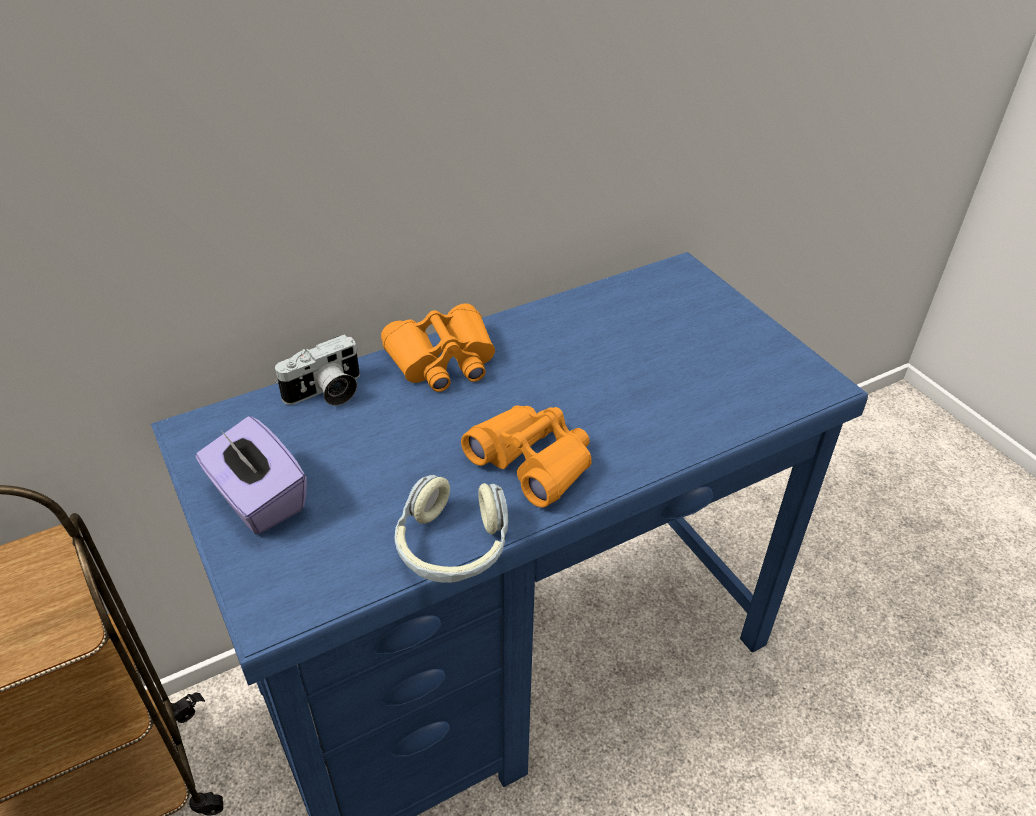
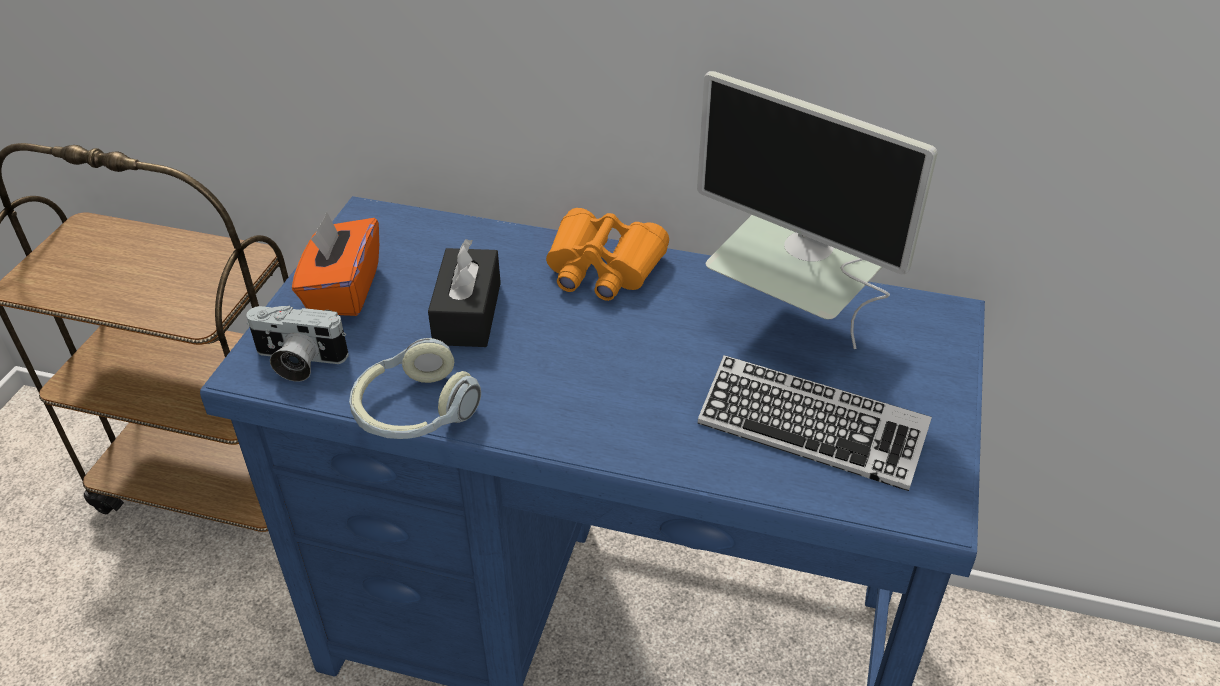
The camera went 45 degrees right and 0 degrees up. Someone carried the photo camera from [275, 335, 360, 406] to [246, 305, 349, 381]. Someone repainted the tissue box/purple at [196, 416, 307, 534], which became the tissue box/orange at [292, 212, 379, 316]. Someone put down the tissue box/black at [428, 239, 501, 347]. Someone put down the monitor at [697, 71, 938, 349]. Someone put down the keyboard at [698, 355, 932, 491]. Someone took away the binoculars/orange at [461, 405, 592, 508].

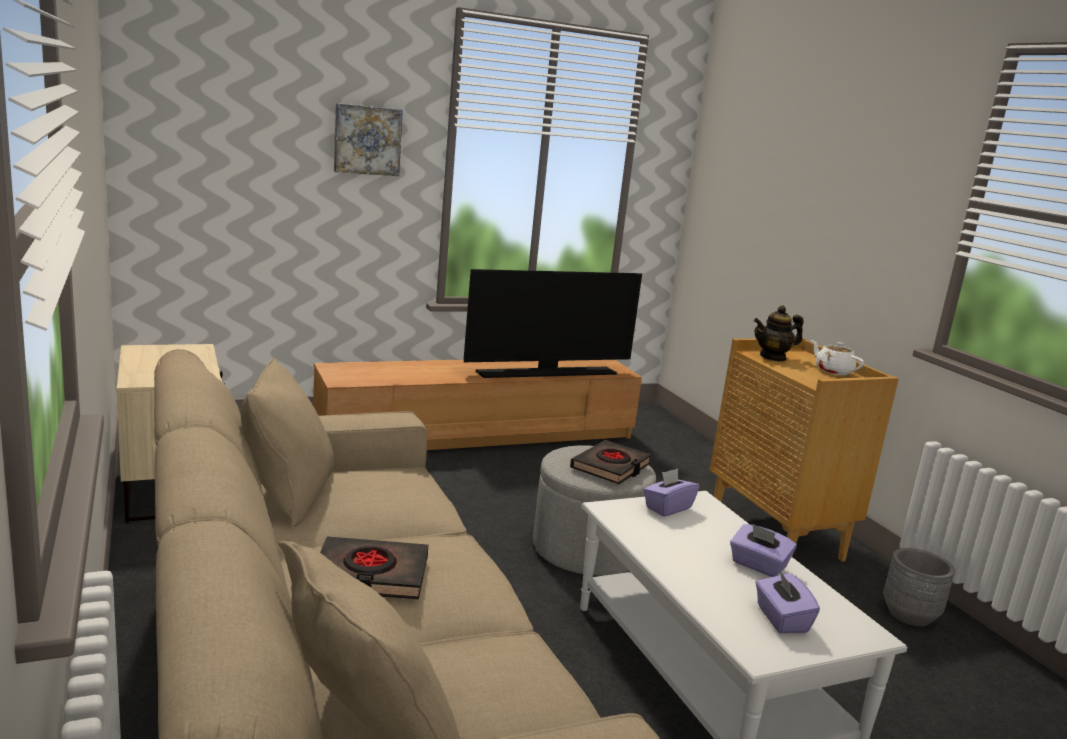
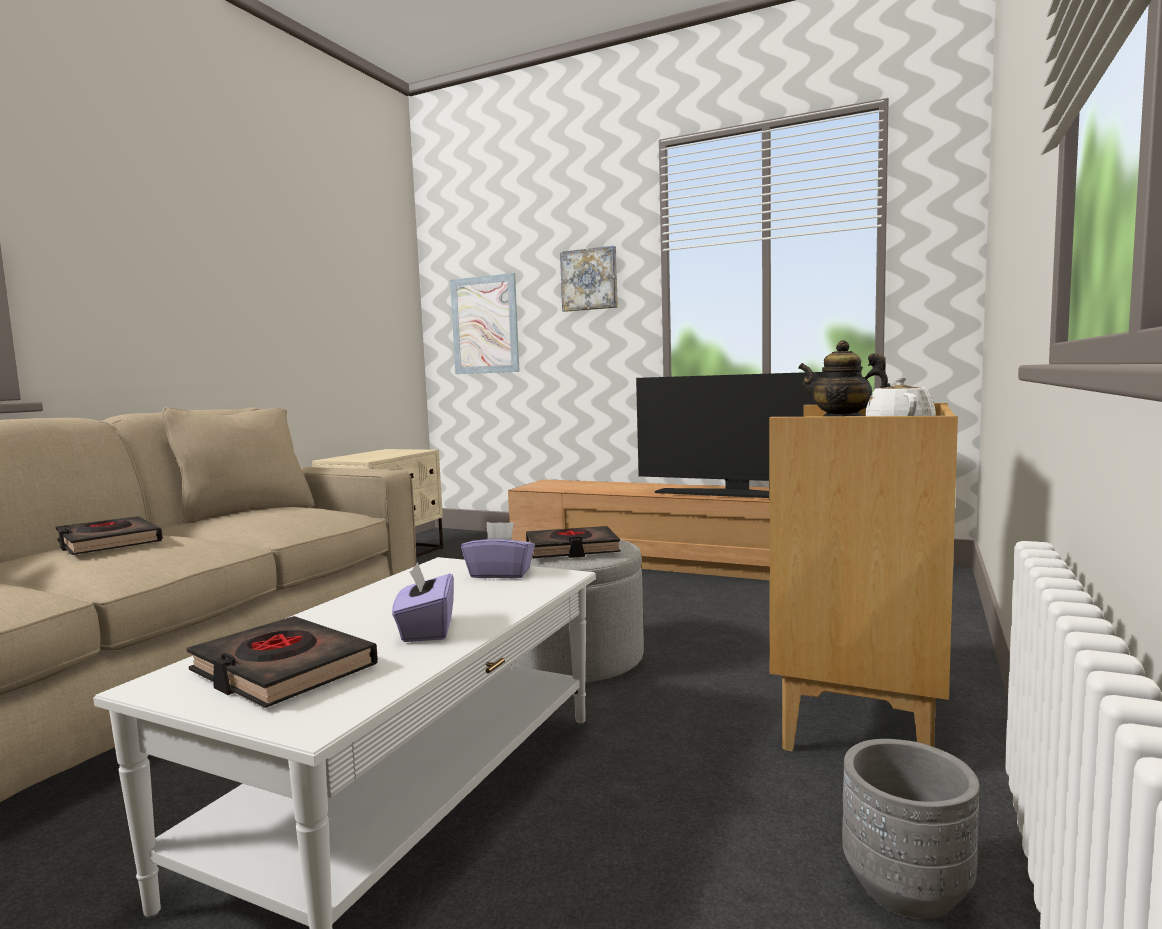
The camera went 50 degrees right and 10 degrees down. Someone swapped the tissue box/purple at [756, 569, 820, 633] for the book/black at [187, 616, 378, 708]. Someone put up the picture at [450, 273, 520, 374].

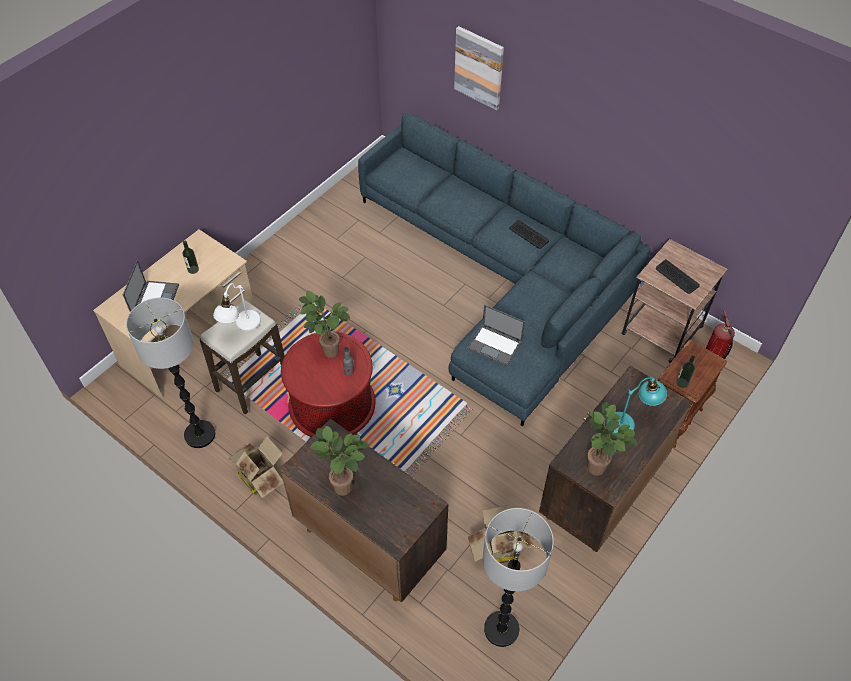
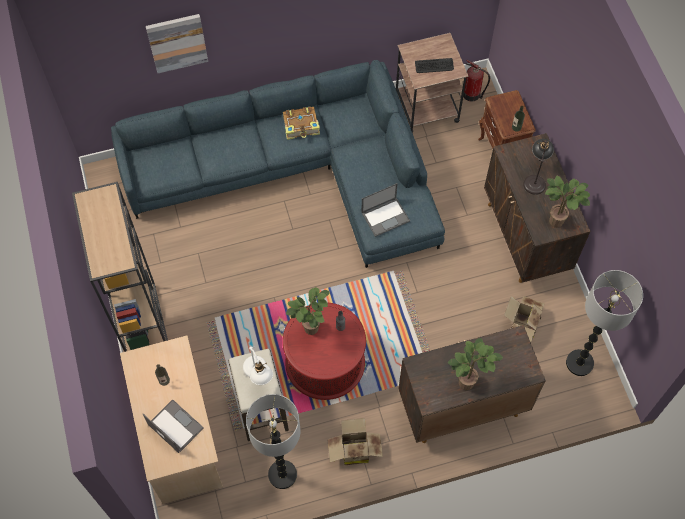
The camera went 55 degrees left and 10 degrees up. Someone put down the bookcase at [72, 182, 168, 352]. Someone swapped the keyboard at [509, 220, 549, 249] for the book at [283, 106, 320, 140]. Someone repainted the table lamp/turquoise at [606, 375, 667, 436], which became the table lamp/grey at [523, 139, 554, 195].

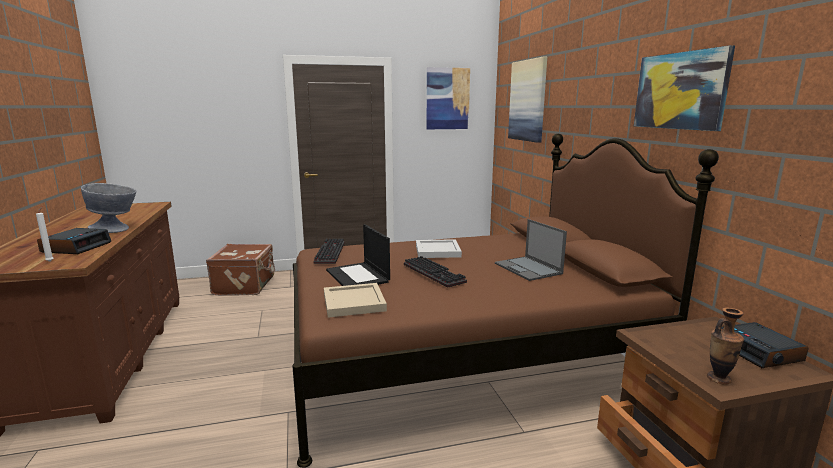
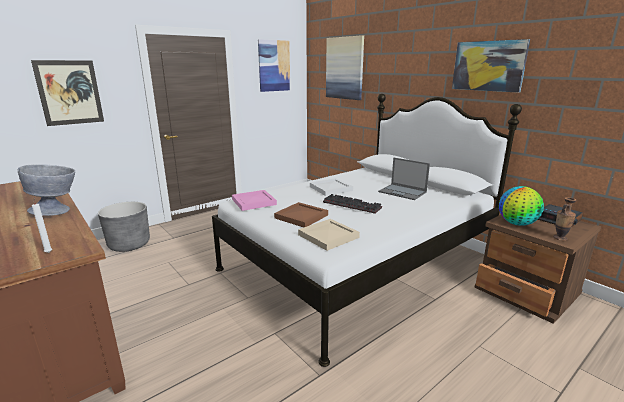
The camera went 25 degrees left and 5 degrees up. Someone put up the picture at [31, 60, 104, 126]. Someone swapped the suitcase/brown at [206, 244, 275, 296] for the planter/grey at [98, 202, 150, 252]. Someone repainted the bed/brown at [292, 134, 719, 468], which became the bed/white at [212, 94, 522, 367]. Someone swapped the keyboard at [314, 239, 345, 264] for the tray/pink at [232, 190, 277, 211]. Someone swapped the laptop at [326, 224, 390, 286] for the tray/brown at [274, 202, 328, 227]. Someone put down the globe at [499, 186, 544, 226]. Someone took away the alarm clock at [37, 228, 111, 254].

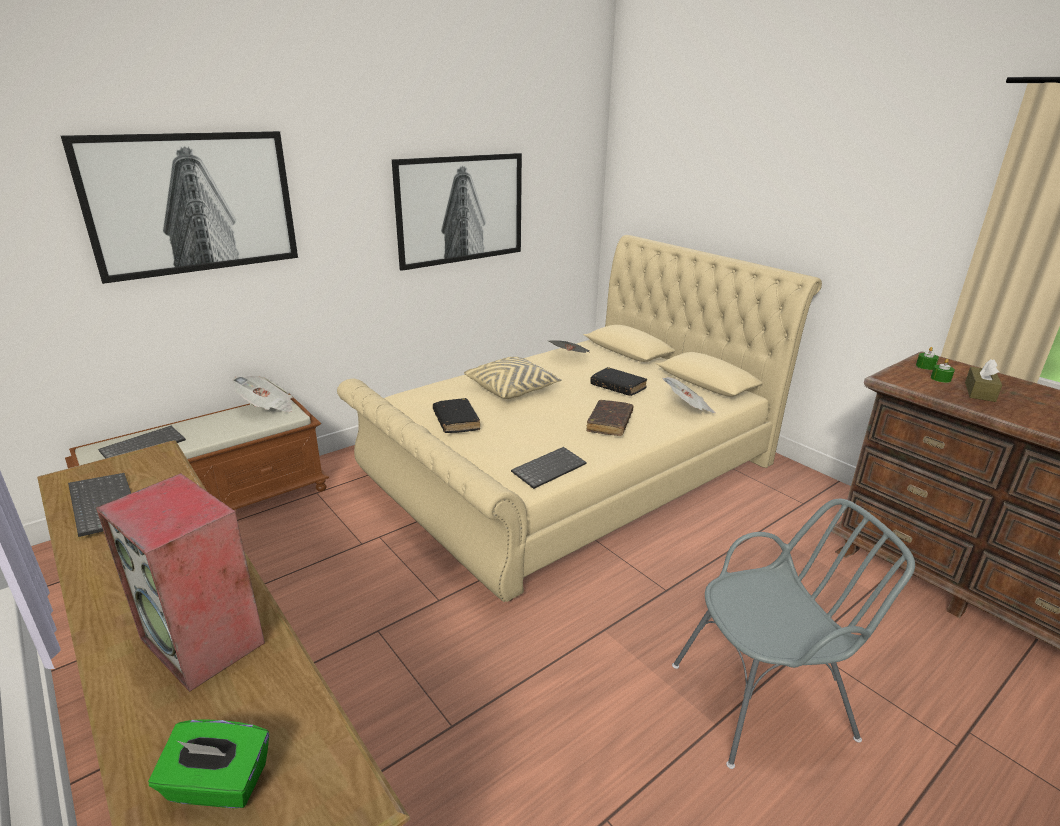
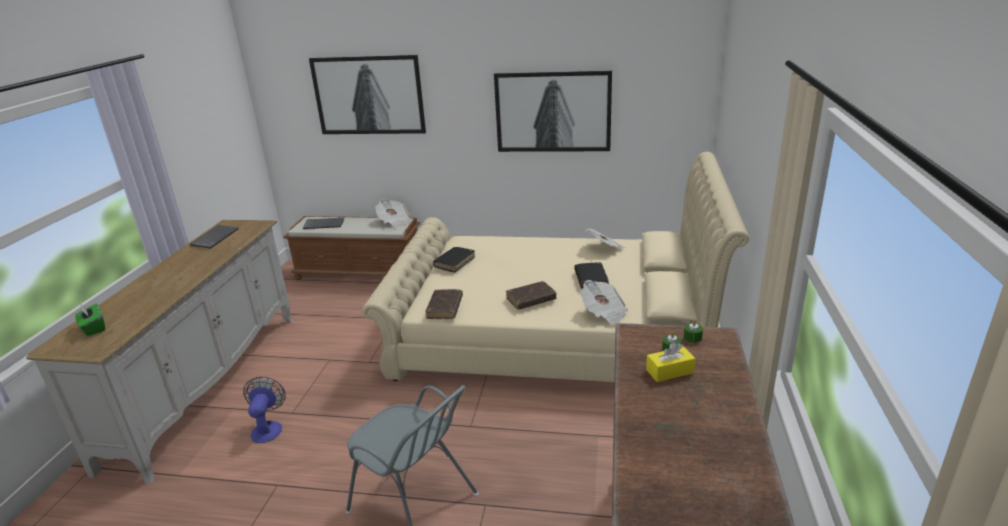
The camera went 50 degrees right and 0 degrees up. Someone put down the fan at [243, 377, 286, 443]. Someone swapped the keyboard at [511, 447, 587, 489] for the book/brown at [425, 289, 463, 319]. Someone repainted the tissue box/brown at [965, 359, 1002, 402], which became the tissue box/yellow at [646, 342, 696, 382]. Someone took away the speaker at [96, 473, 265, 692]. Someone took away the pillow/beige at [464, 357, 562, 399].

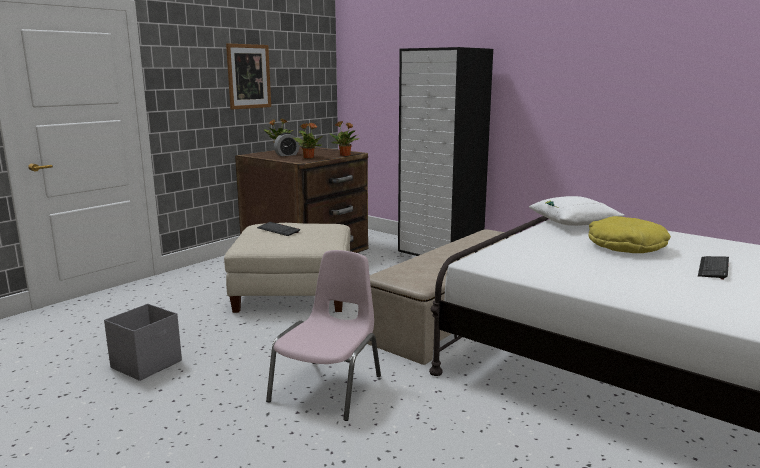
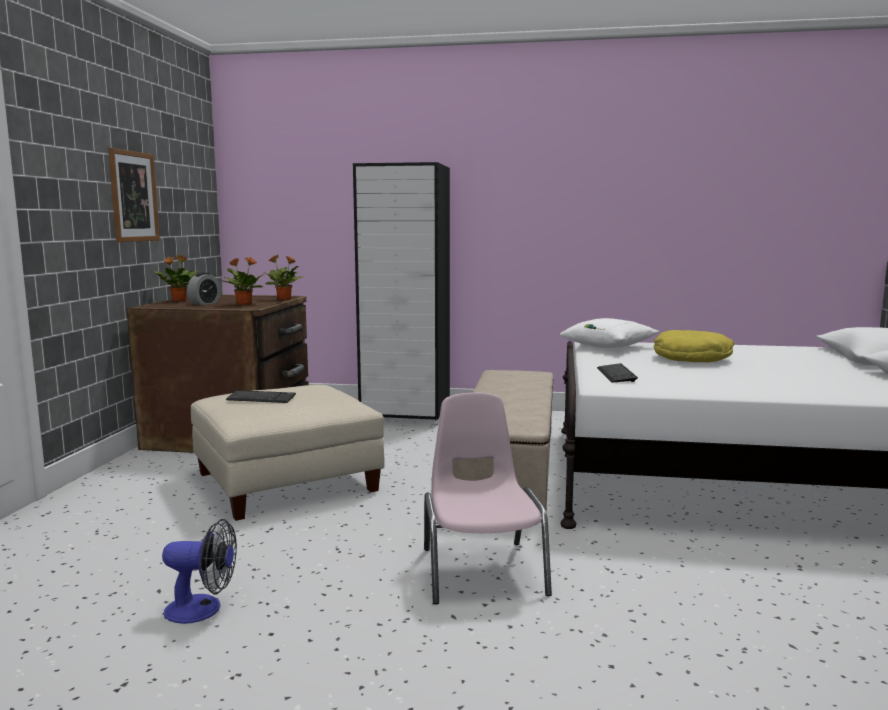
The camera went 30 degrees left and 5 degrees down. Someone swapped the storage box/grey at [104, 304, 182, 381] for the fan at [162, 519, 237, 624]. Someone carried the keyboard from [698, 256, 729, 280] to [597, 363, 638, 383].

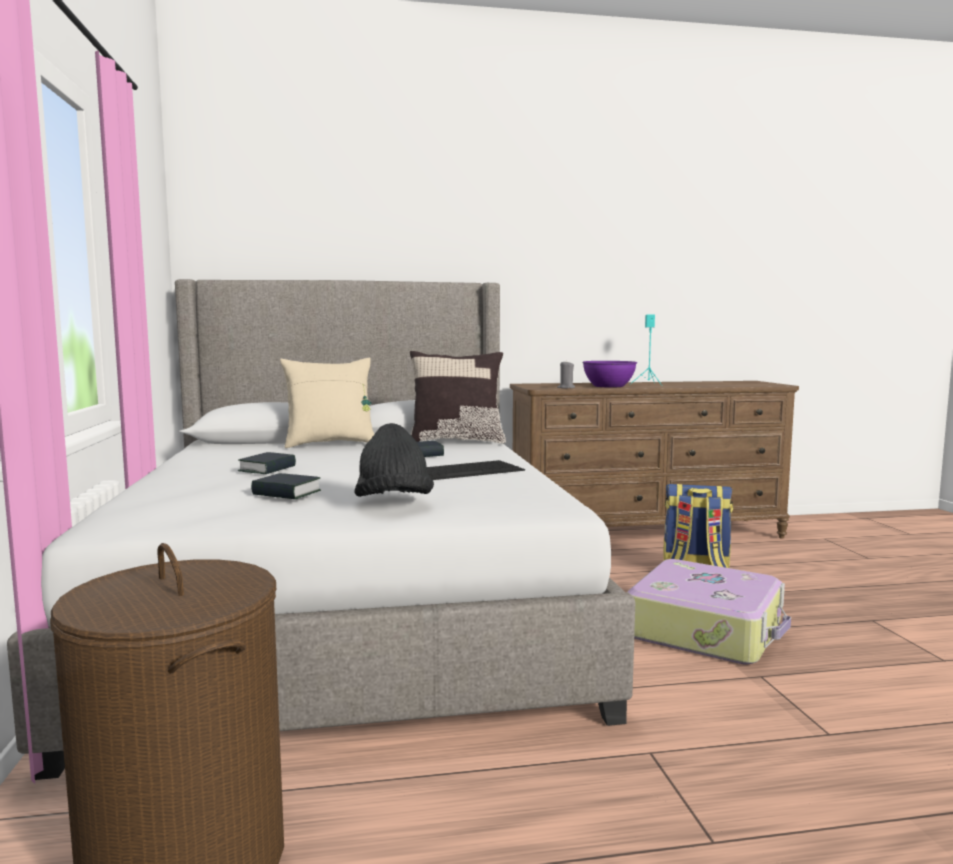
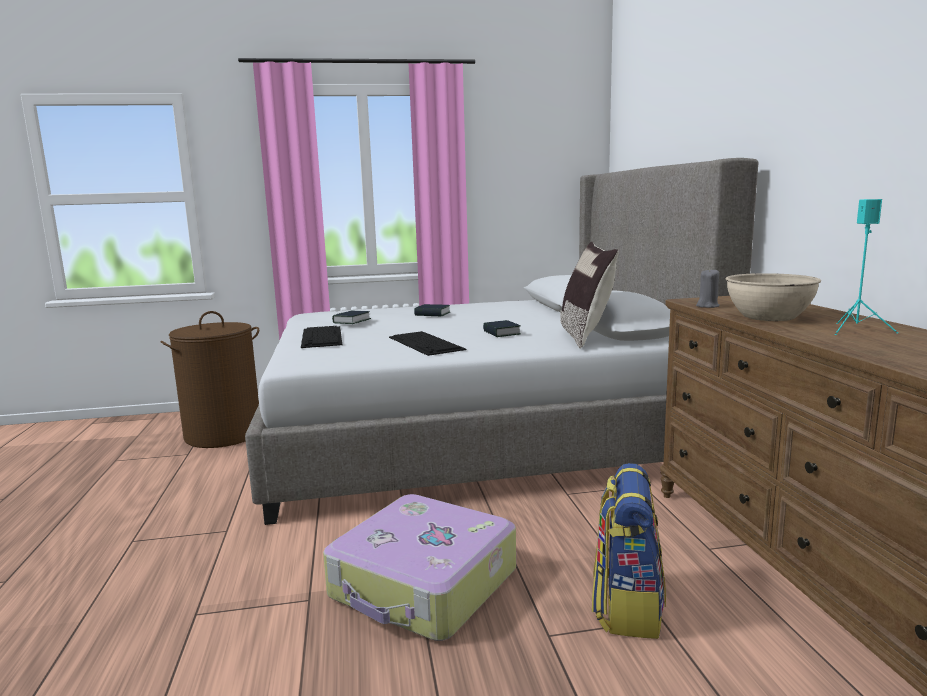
The camera went 90 degrees right and 5 degrees up. Someone swapped the hat/black at [354, 423, 434, 497] for the keyboard at [301, 326, 342, 348]. Someone repainted the bowl/purple at [582, 361, 637, 388], which became the bowl/beige at [726, 273, 821, 321]. Someone took away the pillow/beige at [280, 358, 374, 448].

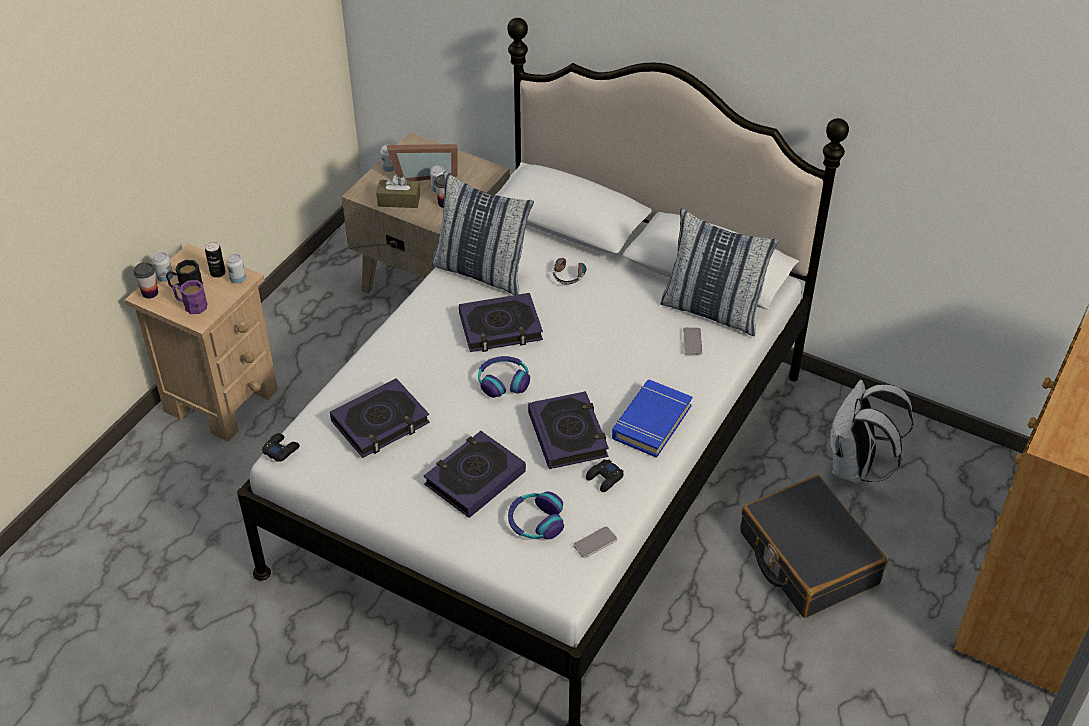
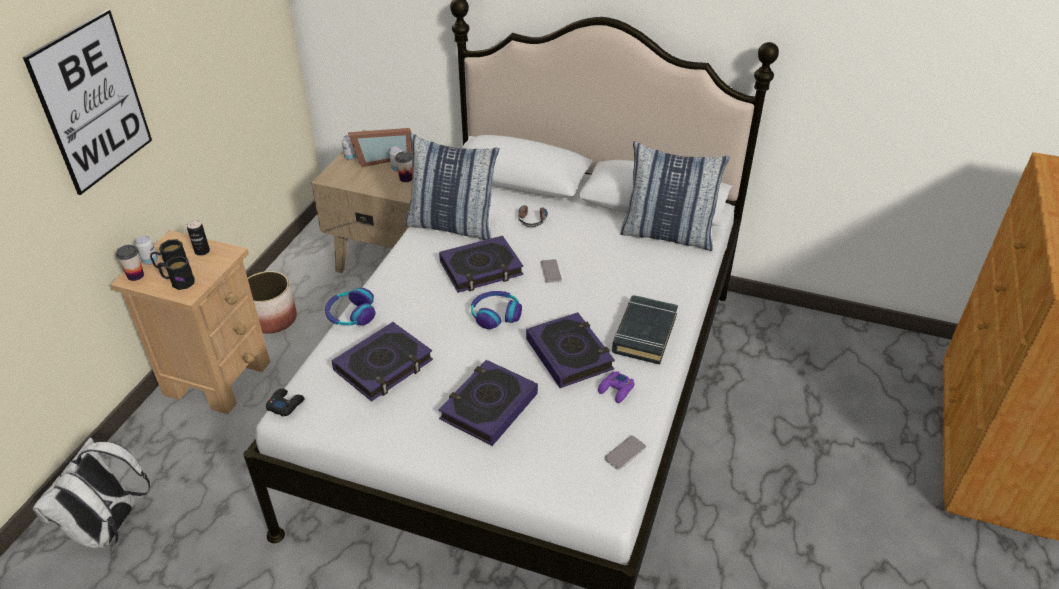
The camera went 10 degrees left and 5 degrees down. Someone put up the picture at [23, 9, 152, 195]. Someone carried the backpack/white from [830, 380, 914, 484] to [33, 438, 150, 549]. Someone repainted the mug/purple at [172, 280, 207, 314], which became the mug/black at [157, 256, 194, 290]. Someone put down the planter at [248, 271, 297, 334]. Someone carried the headphones from [508, 491, 564, 540] to [325, 288, 375, 325]. Someone carried the phone from [683, 327, 703, 355] to [540, 259, 562, 283]. Someone repainted the game controller/black at [586, 459, 624, 492], which became the game controller/purple at [598, 371, 635, 403]. Someone repainted the book/blue at [612, 380, 692, 458], which became the book/black at [612, 295, 678, 365]. Someone took away the can at [226, 254, 246, 284]. Someone took away the tissue box/brown at [376, 174, 420, 208]. Someone took away the suitcase/black at [740, 475, 887, 618].

